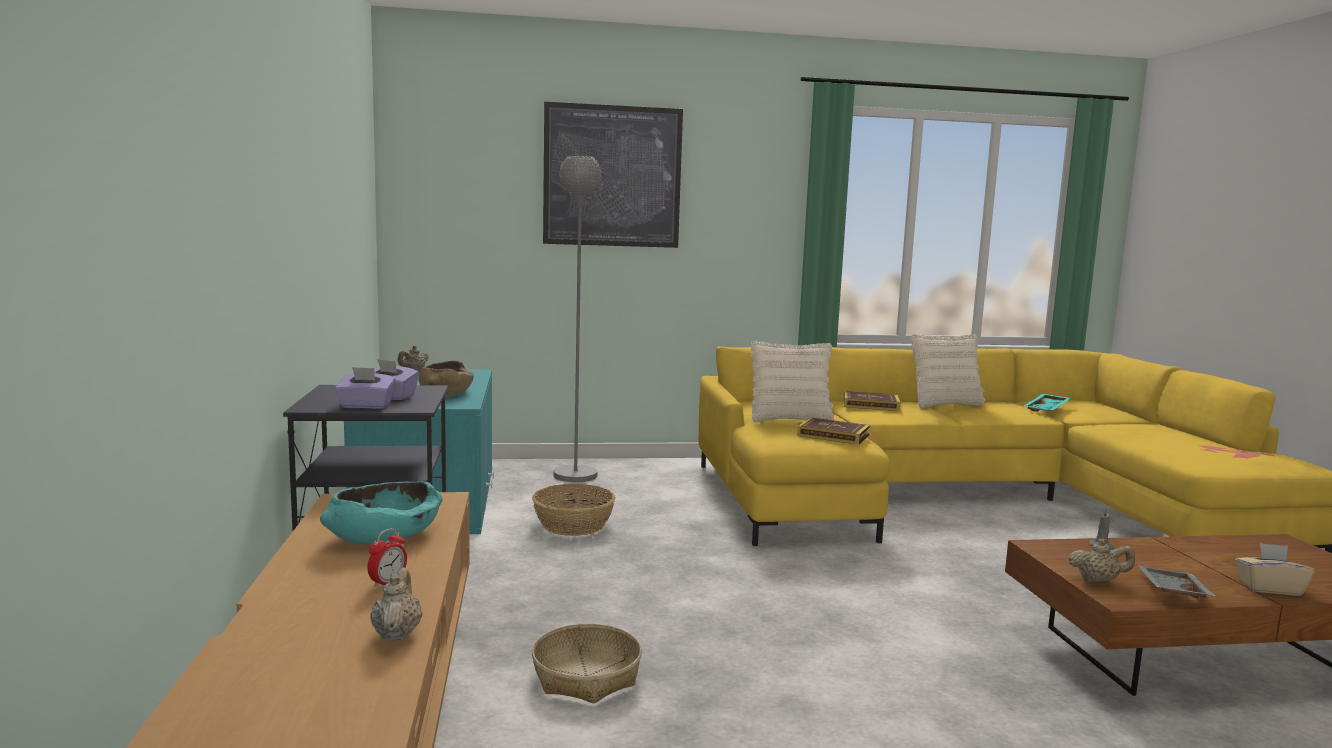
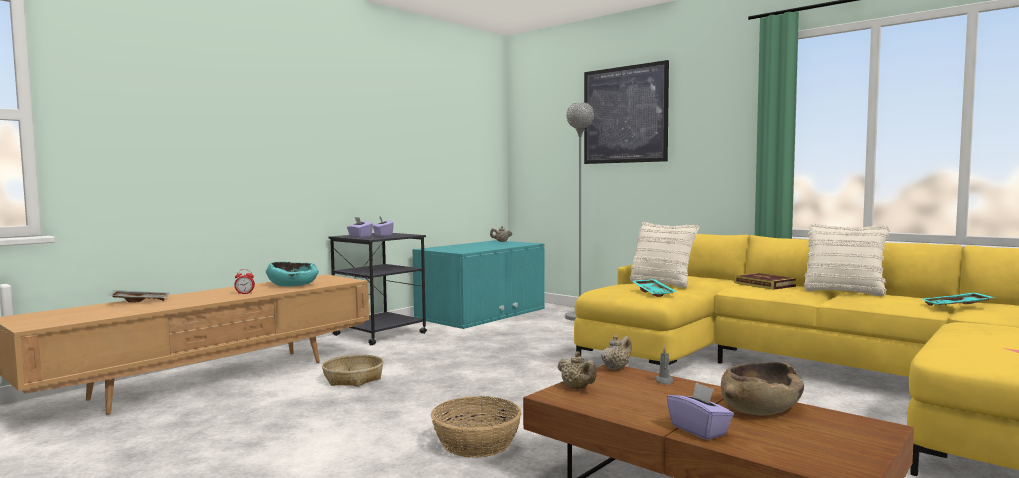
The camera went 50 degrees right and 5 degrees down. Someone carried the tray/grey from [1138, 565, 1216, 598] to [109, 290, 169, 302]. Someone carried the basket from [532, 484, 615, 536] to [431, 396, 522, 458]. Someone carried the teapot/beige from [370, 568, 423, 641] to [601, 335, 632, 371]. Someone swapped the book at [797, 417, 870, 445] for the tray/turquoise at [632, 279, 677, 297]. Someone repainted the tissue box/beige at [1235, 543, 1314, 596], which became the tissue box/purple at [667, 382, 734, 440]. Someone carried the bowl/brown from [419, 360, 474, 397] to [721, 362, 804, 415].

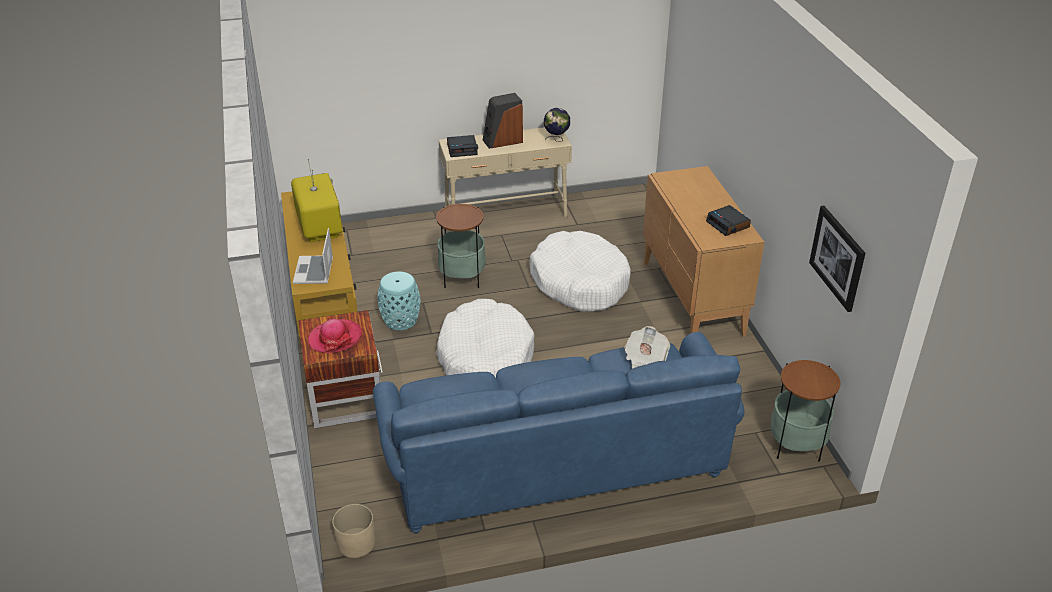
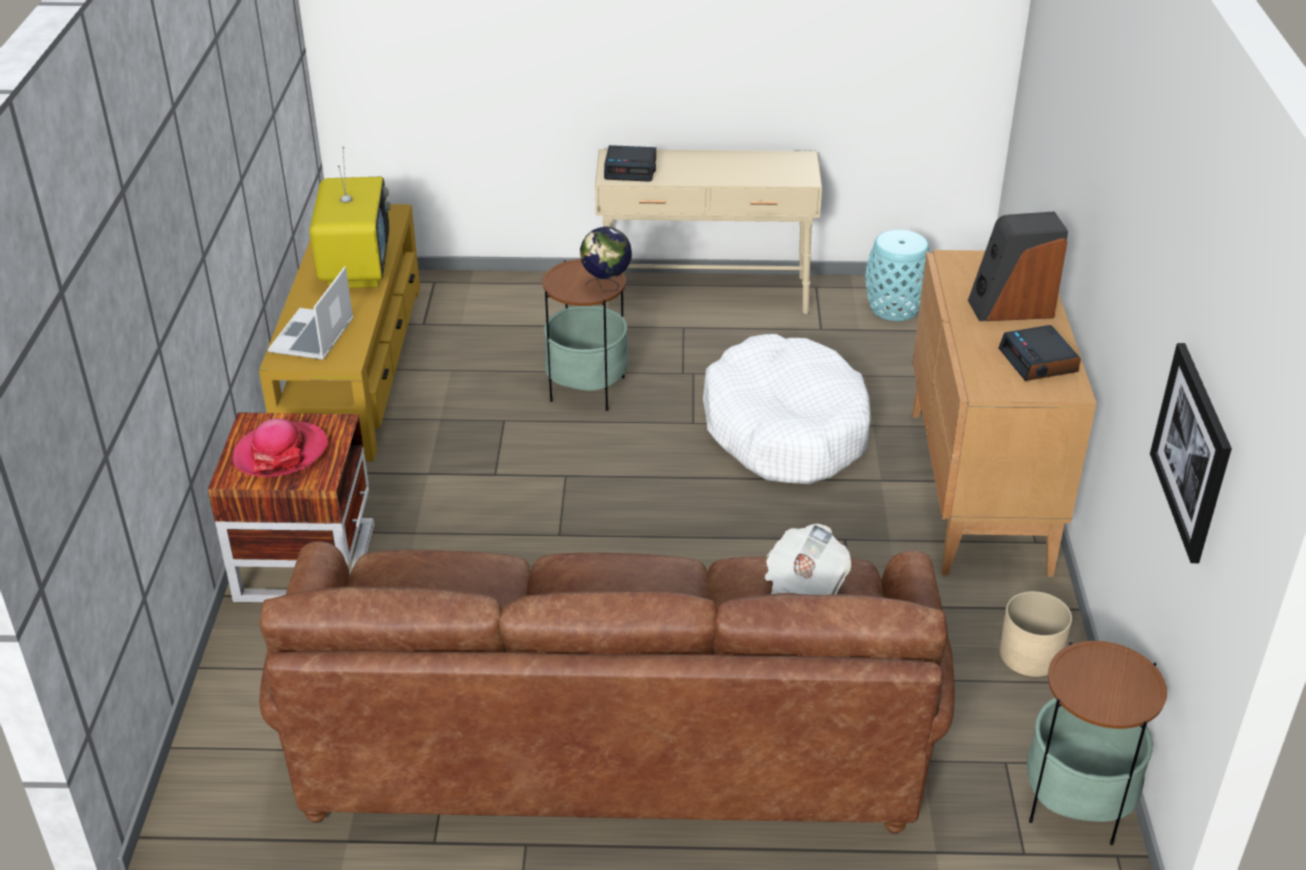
The camera went 15 degrees right and 0 degrees up. Someone repainted the sofa/blue at [373, 332, 745, 533], which became the sofa/brown at [259, 541, 955, 834]. Someone carried the globe from [544, 108, 570, 142] to [580, 227, 632, 292]. Someone carried the stool/turquoise from [378, 271, 420, 331] to [866, 230, 929, 321]. Someone carried the speaker from [483, 93, 523, 149] to [968, 211, 1068, 321]. Someone carried the planter/beige from [332, 504, 375, 558] to [1000, 591, 1072, 677]. Someone took away the dog bed/white at [436, 299, 535, 377].

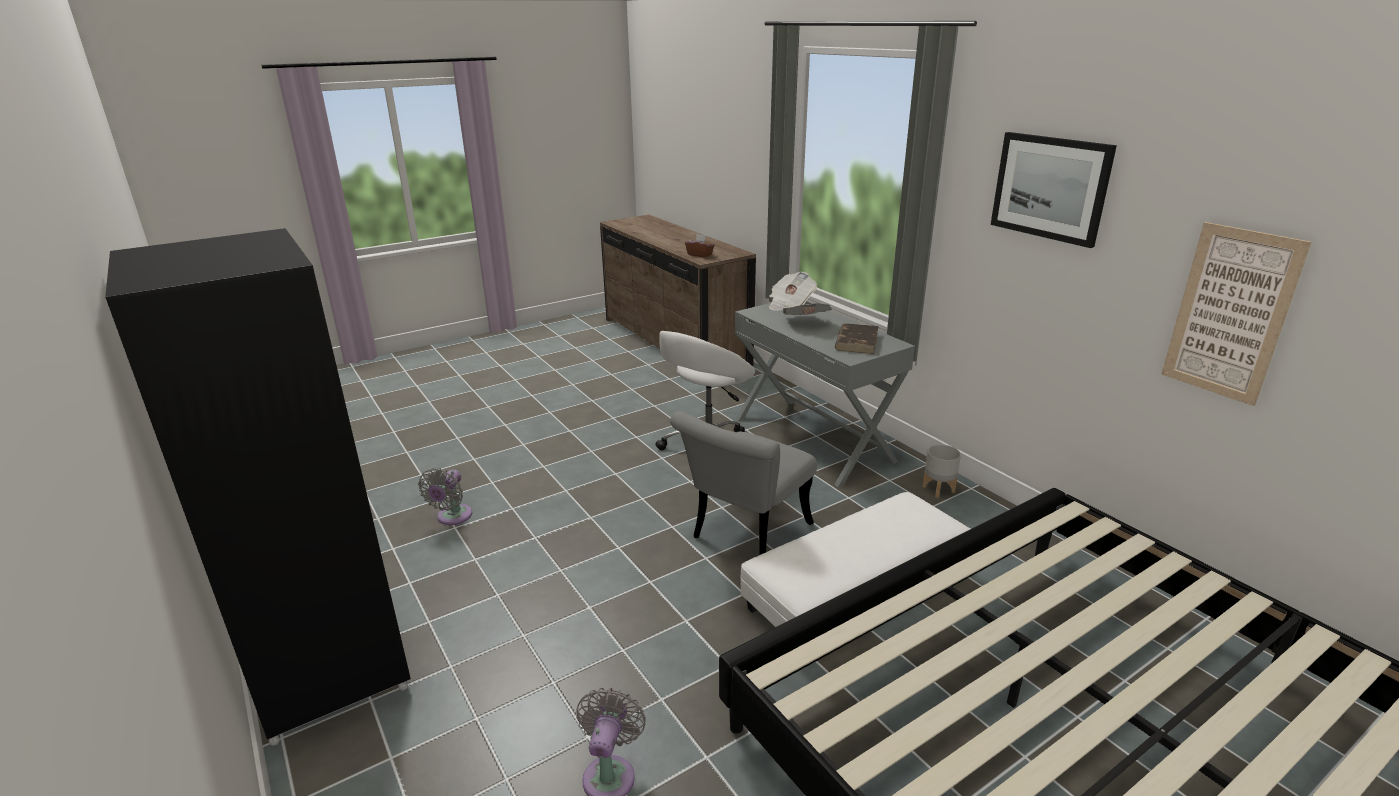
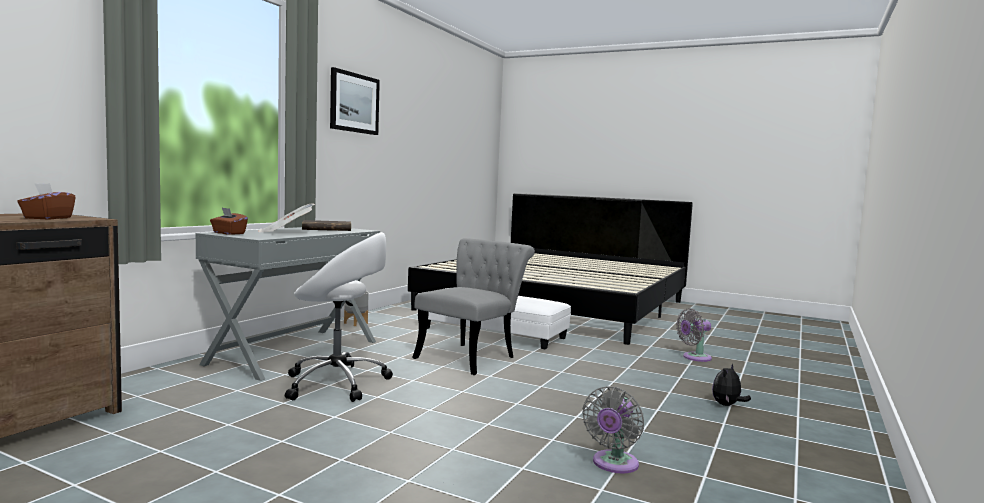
The camera went 120 degrees left and 20 degrees down. Someone swapped the newspaper at [769, 272, 817, 311] for the tissue box/brown at [210, 208, 248, 235]. Someone rotated the chair/grey at [670, 411, 817, 555] by 60 degrees counterclockwise. Someone rotated the fan/grey at [418, 468, 472, 525] by 135 degrees clockwise. Someone put down the plush toy at [712, 364, 751, 406]. Someone took away the wardrobe at [105, 228, 411, 746]. Someone took away the picture at [1161, 222, 1312, 406].

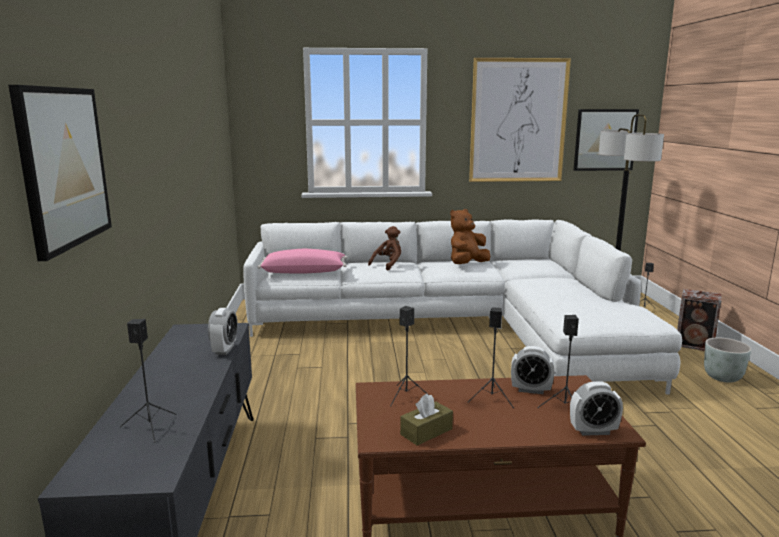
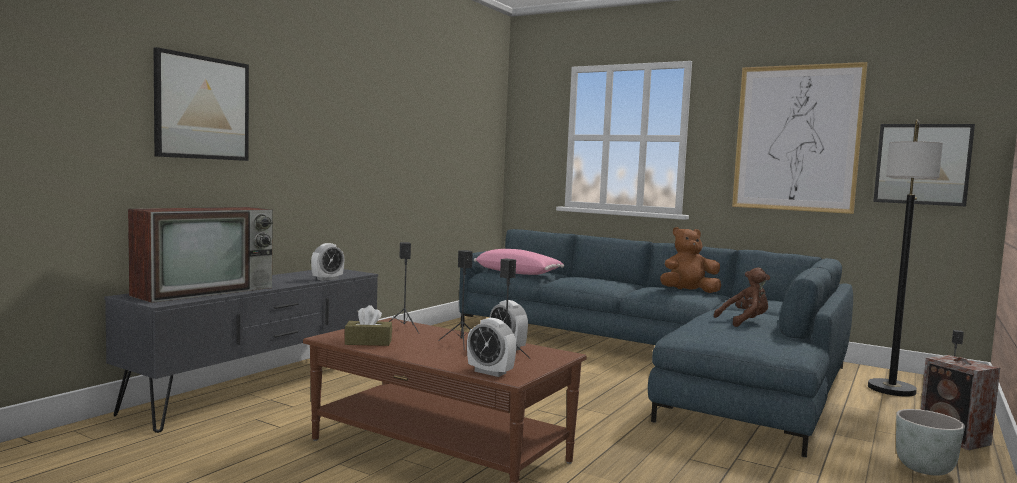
The camera went 35 degrees right and 10 degrees down. Someone swapped the speaker/black at [120, 319, 176, 443] for the television at [128, 207, 273, 303]. Someone repainted the sofa/white at [243, 219, 682, 395], which became the sofa/blue at [459, 229, 853, 457]. Someone carried the plush toy/brown from [368, 226, 401, 271] to [714, 267, 770, 327].

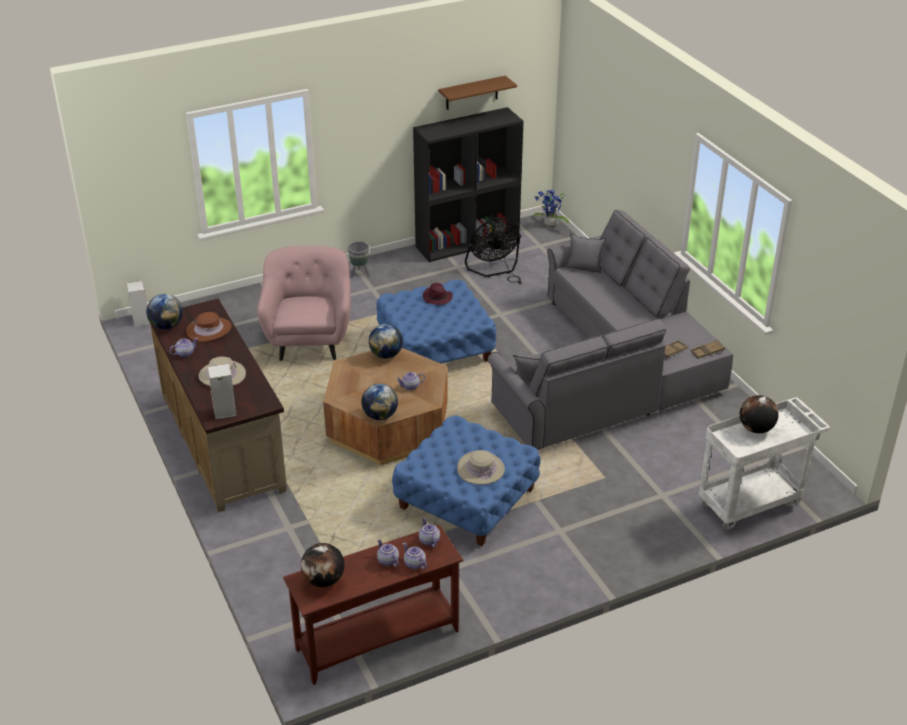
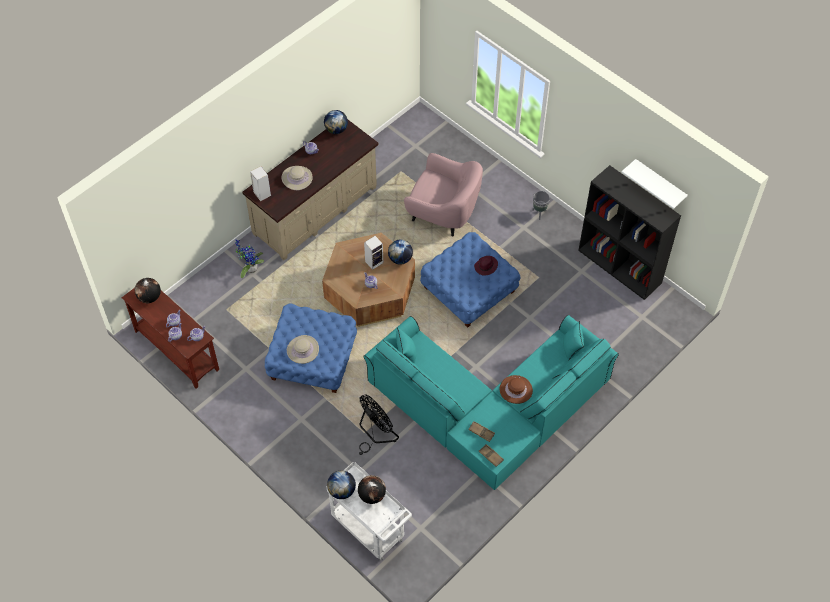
The camera went 70 degrees right and 20 degrees up. Someone carried the potted plant from [533, 190, 569, 228] to [236, 240, 264, 278]. Someone carried the globe from [361, 384, 398, 420] to [327, 470, 356, 499]. Someone carried the fan/black from [465, 218, 521, 284] to [359, 395, 399, 455]. Someone repainted the sofa/grey at [487, 210, 733, 450], which became the sofa/turquoise at [363, 315, 619, 490]. Someone carried the speaker from [127, 281, 150, 327] to [364, 236, 383, 270]. Someone rotated the armchair/pink at [257, 246, 351, 361] by 45 degrees clockwise. Someone carried the hat/brown from [186, 312, 231, 342] to [499, 375, 533, 404]. Someone repainted the shelf/brown at [438, 76, 517, 110], which became the shelf/white at [622, 159, 688, 209].

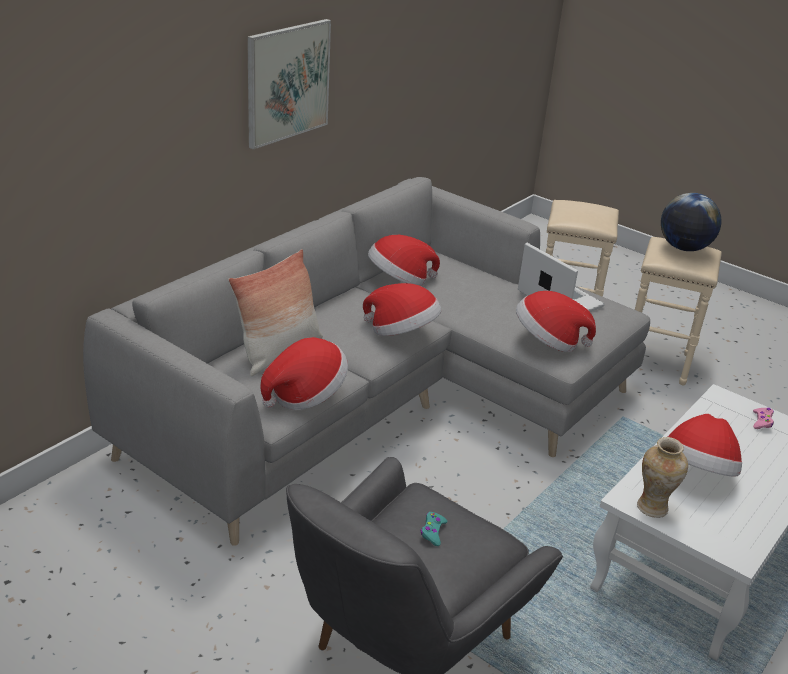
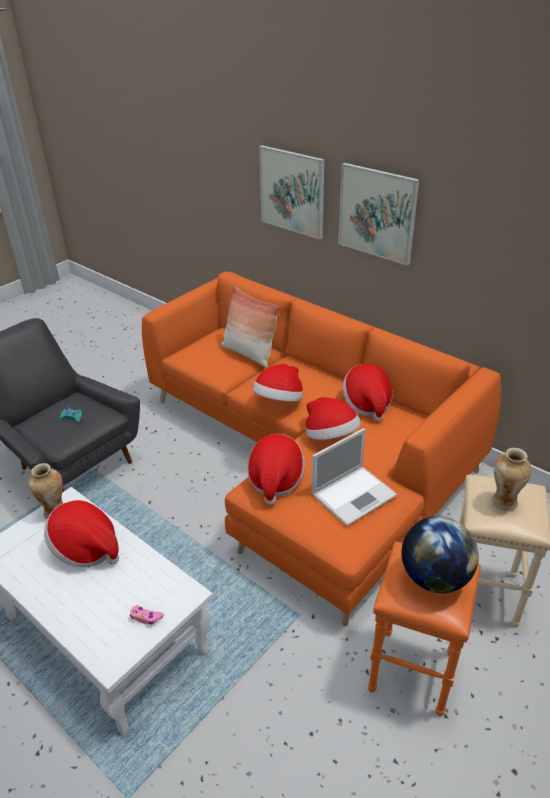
The camera went 95 degrees right and 5 degrees up. Someone repainted the sofa/grey at [83, 177, 650, 546], which became the sofa/orange at [142, 271, 501, 626]. Someone put up the picture at [259, 145, 325, 239]. Someone carried the hat from [260, 337, 348, 410] to [305, 397, 361, 440]. Someone repainted the stool/beige at [635, 237, 722, 385], which became the stool/orange at [368, 541, 481, 716]. Someone put down the vase at [492, 448, 532, 511].

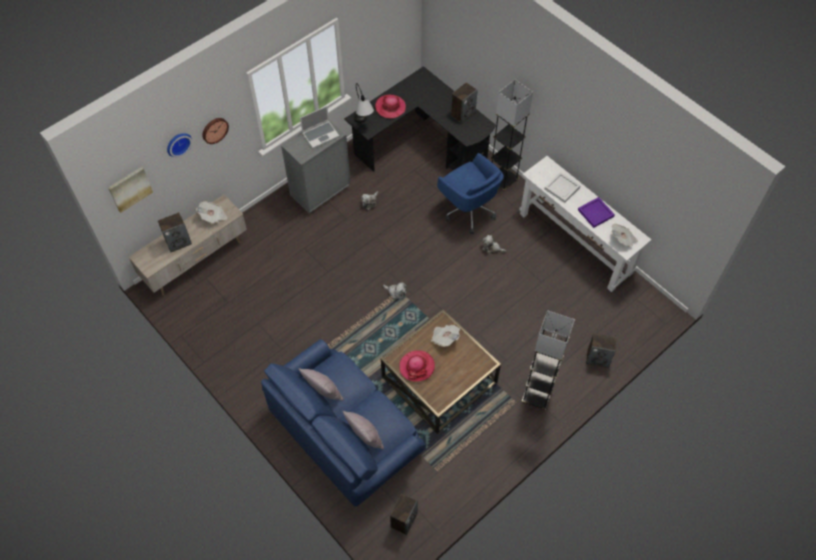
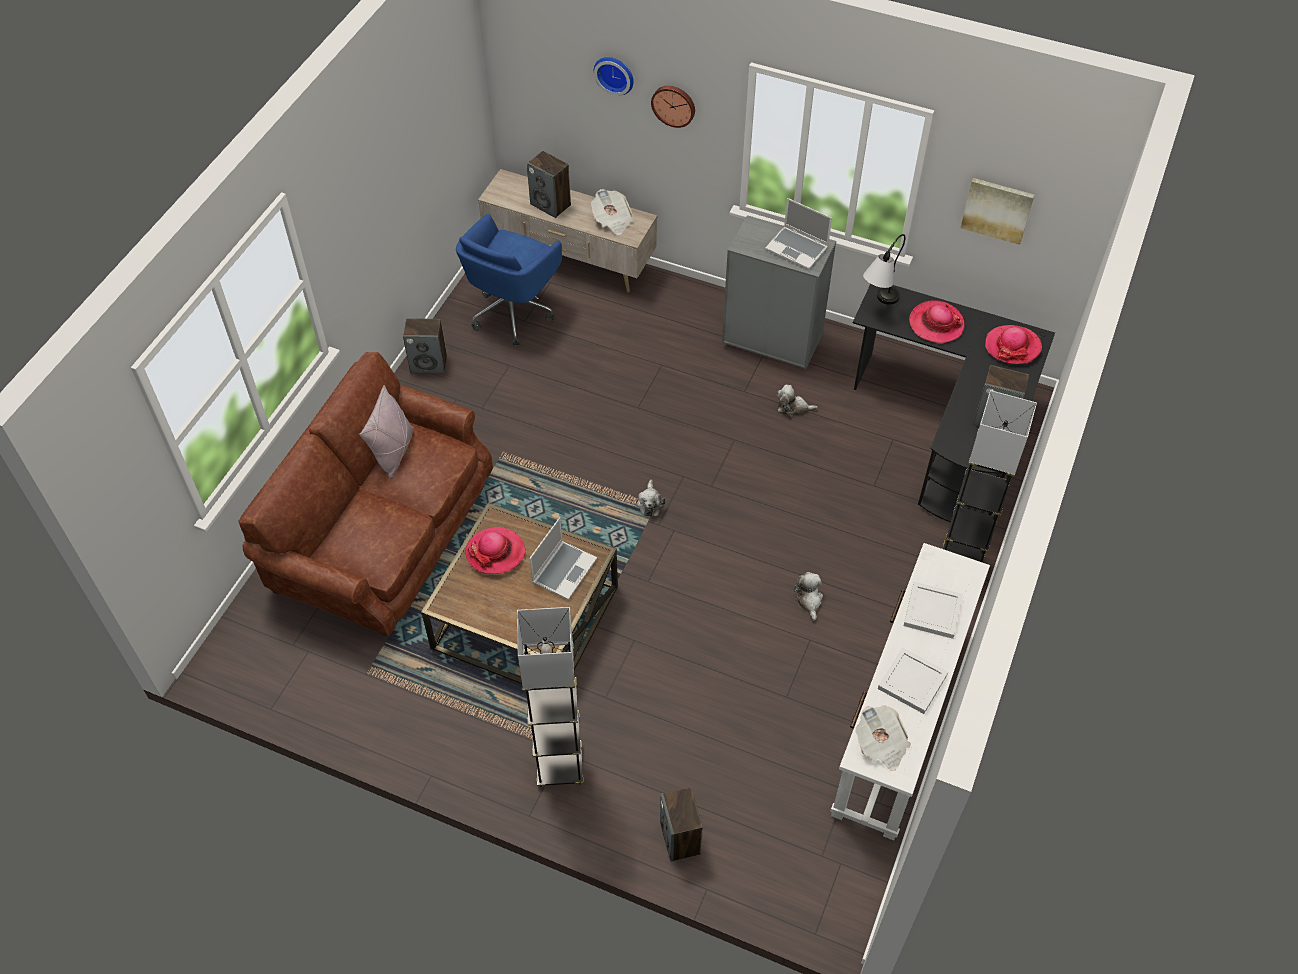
The camera went 65 degrees right and 5 degrees down. Someone repainted the sofa/blue at [261, 339, 426, 507], which became the sofa/brown at [239, 352, 493, 636]. Someone carried the speaker from [390, 493, 418, 535] to [403, 318, 447, 374]. Someone carried the office chair/blue from [437, 153, 504, 234] to [456, 214, 562, 346]. Someone swapped the newspaper at [431, 325, 460, 347] for the laptop at [529, 517, 597, 600]. Someone repainted the tray/purple at [578, 197, 615, 228], which became the tray/white at [878, 647, 948, 714]. Someone carried the picture from [108, 167, 153, 213] to [961, 178, 1034, 245]. Someone put down the hat at [985, 325, 1042, 364]. Someone took away the pillow/purple at [343, 411, 384, 449].

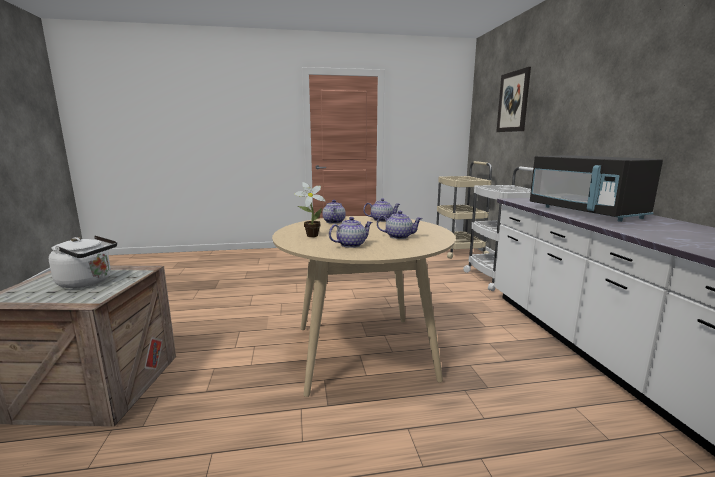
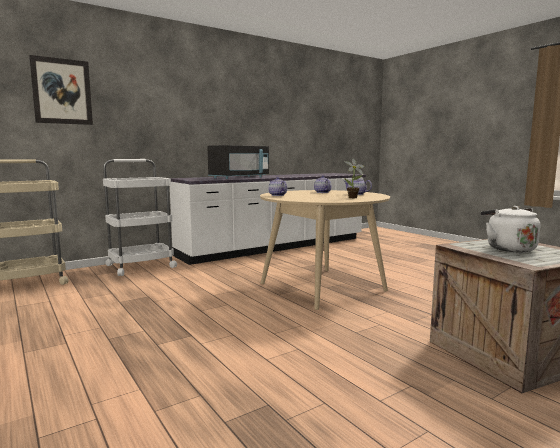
The camera went 115 degrees left and 5 degrees down. Someone took away the teapot at [322, 200, 346, 224].

